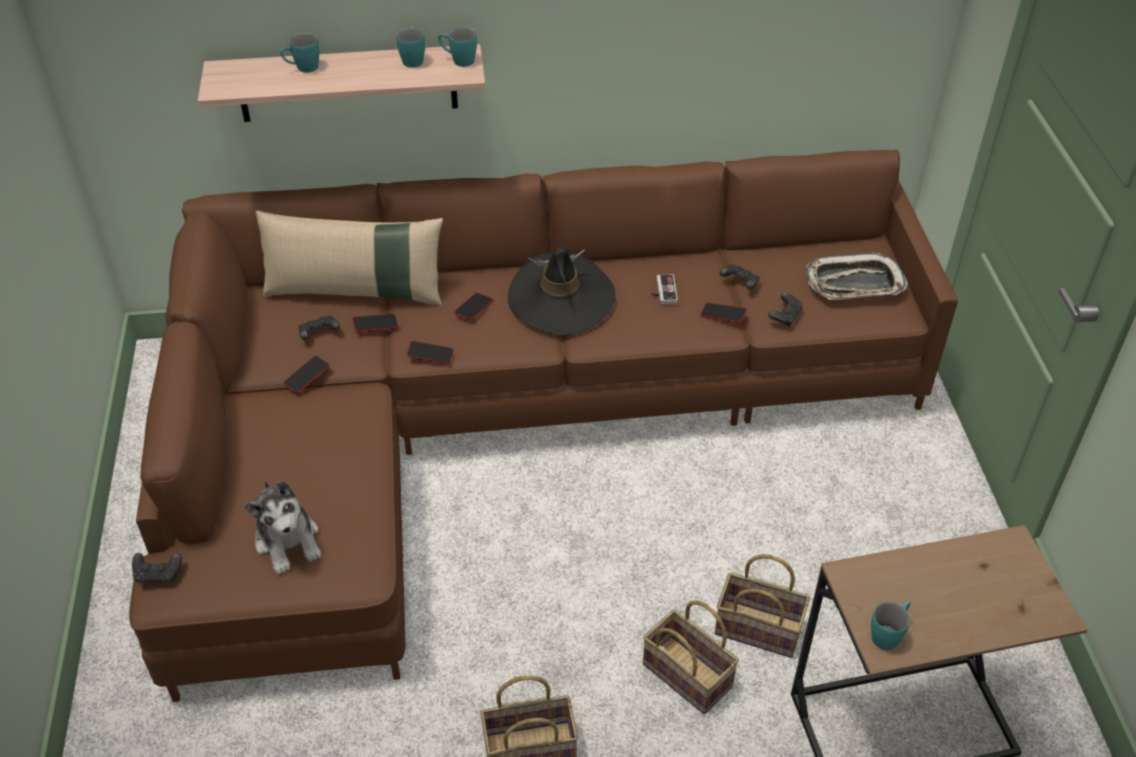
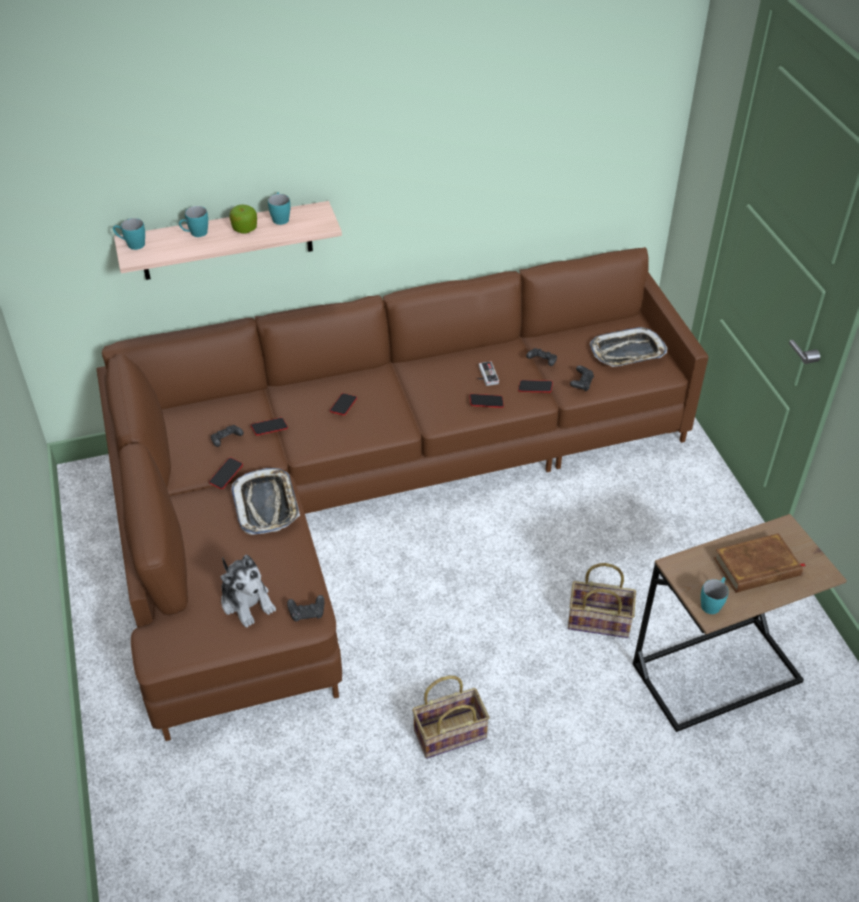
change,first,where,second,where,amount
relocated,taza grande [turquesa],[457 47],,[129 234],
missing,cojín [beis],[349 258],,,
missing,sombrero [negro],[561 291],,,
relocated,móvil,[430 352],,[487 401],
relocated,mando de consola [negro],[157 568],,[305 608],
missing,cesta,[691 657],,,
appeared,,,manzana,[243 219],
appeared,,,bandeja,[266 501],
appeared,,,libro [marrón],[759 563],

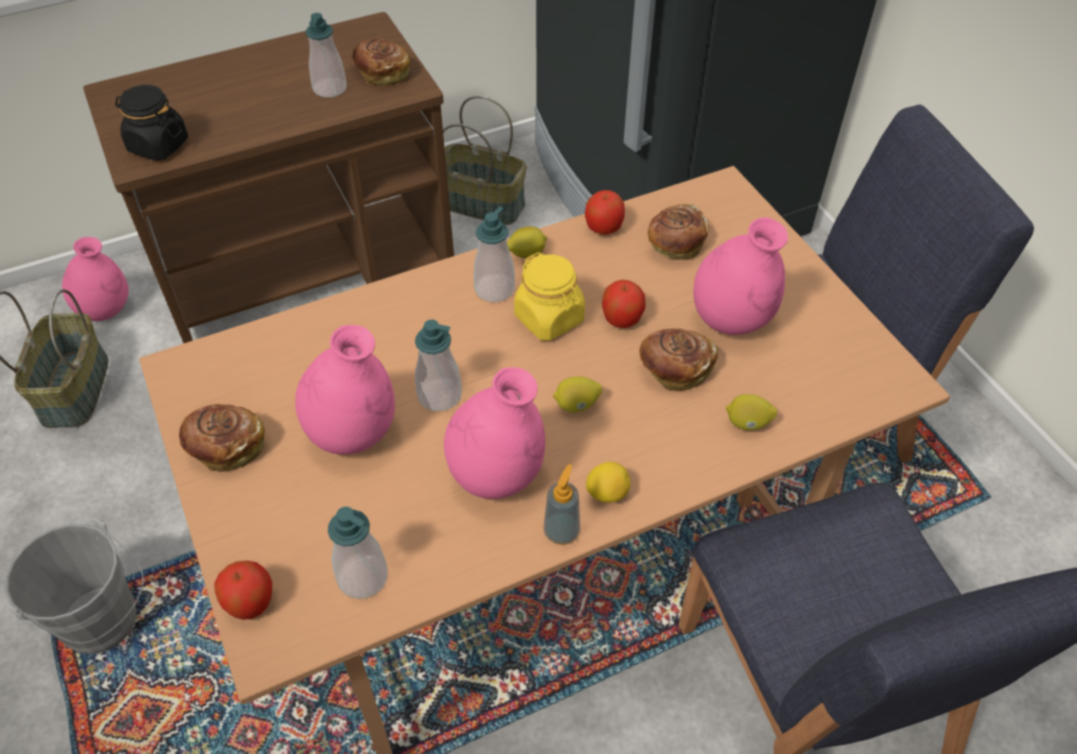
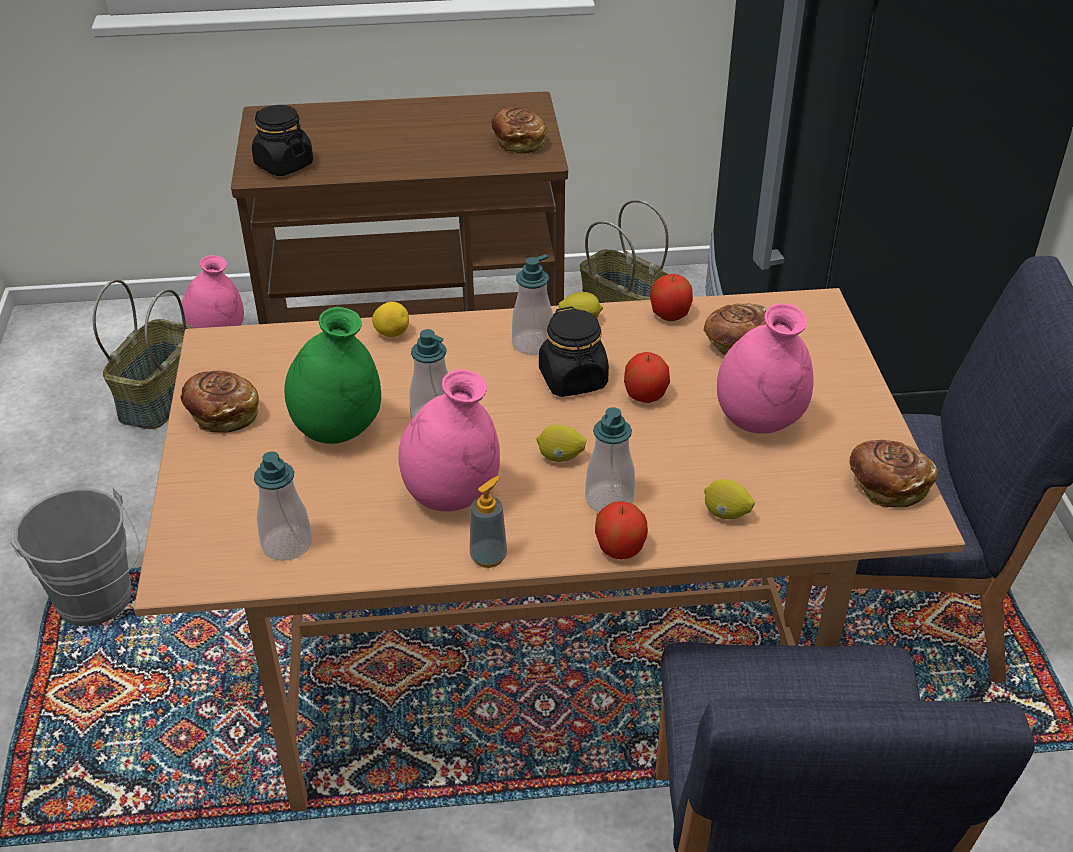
change,first,where,second,where,amount
relocated,dispensador de jabón,[326 55],,[610 459],
colour,tarro [amarillo],[549 296],tarro [negro],[574 351],
colour,florero [rosa],[345 390],florero [verde],[332 375],
relocated,pan,[678 360],,[894 473],
relocated,limón,[608 482],,[390 319],
relocated,manzana,[243 590],,[621 530],

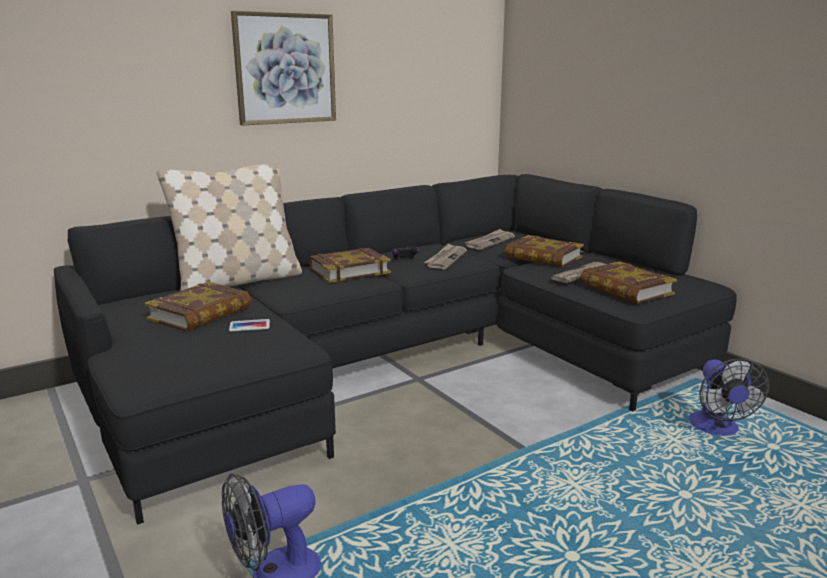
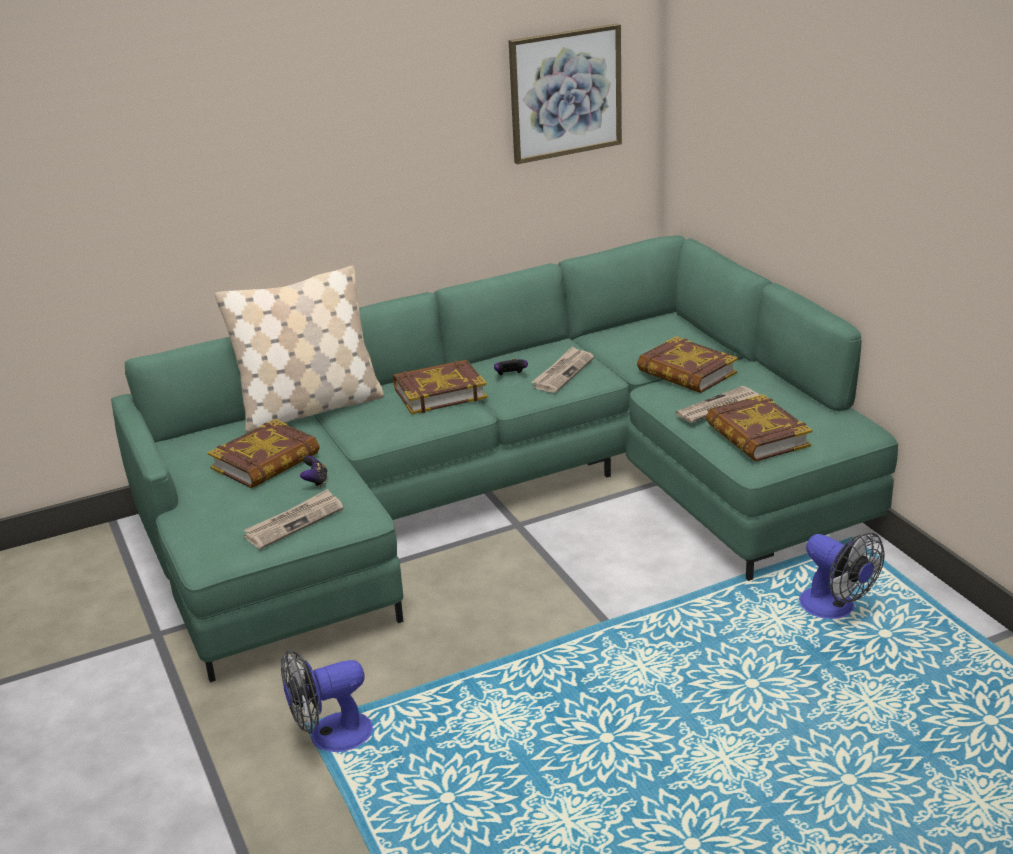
change,first,where,second,where,amount
relocated,cuadro,[283 68],,[565 93],
colour,sofá [negro],[395 349],sofá [verde],[504 458],
relocated,periódico,[490 239],,[293 519],
exchanged,móvil,[249 325],mando de consola,[314 471],
spun,ventilador,[729 397],,[842 576],45 degrees counterclockwise

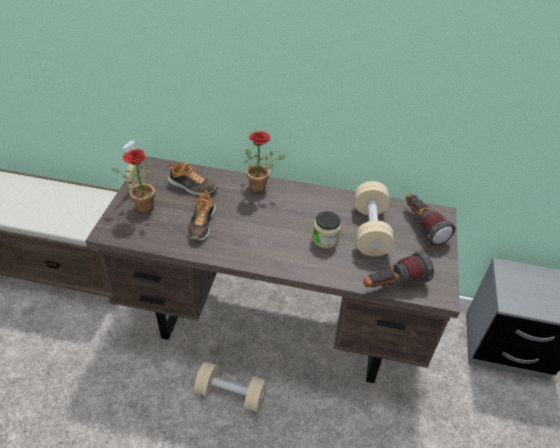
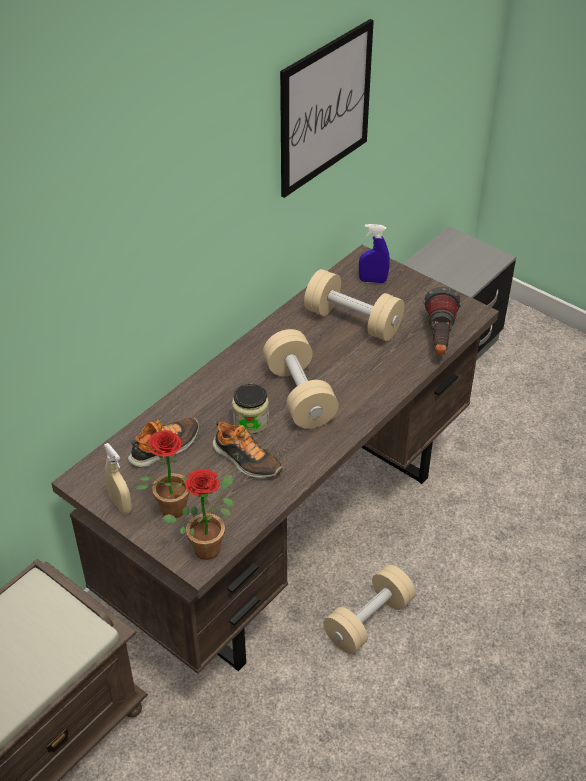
change,first,where,second,where,amount
relocated,planta en maceta,[265 162],,[198 514],
exchanged,linterna,[430 220],pulverizador [azul],[374 253],
relocated,tarro,[326 229],,[250 409],
appeared,,,cuadro,[327 108],
appeared,,,mancuerna [beis],[300 379],

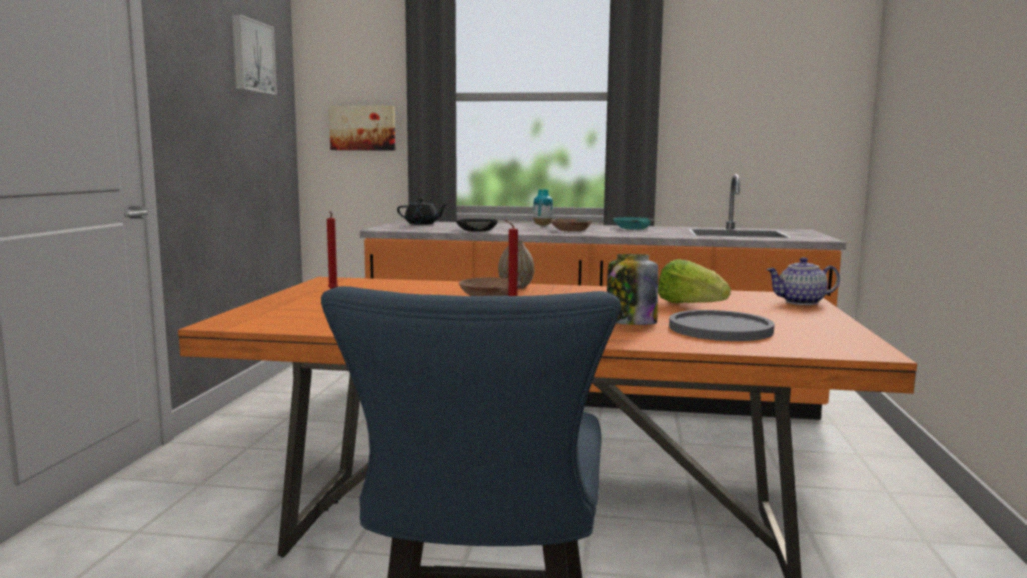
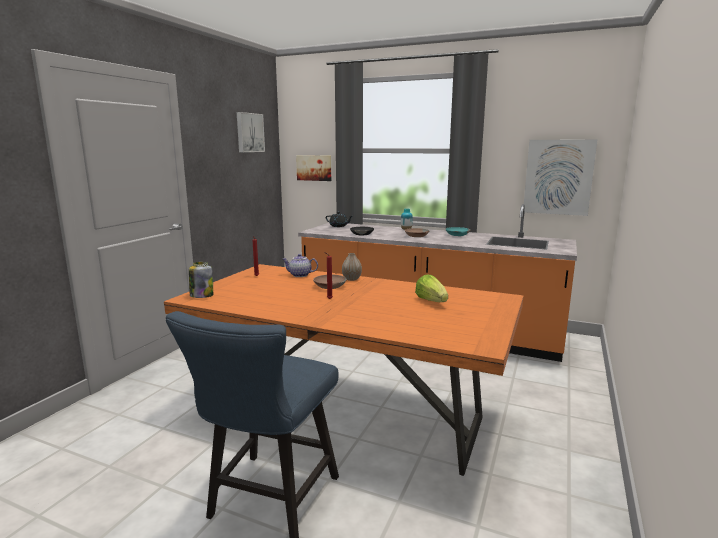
change,first,where,second,where,amount
relocated,tarro,[632 289],,[201 280],
relocated,tetera,[803 281],,[300 265],
missing,plato [gris],[721 325],,,
appeared,,,cuadro,[560 177],

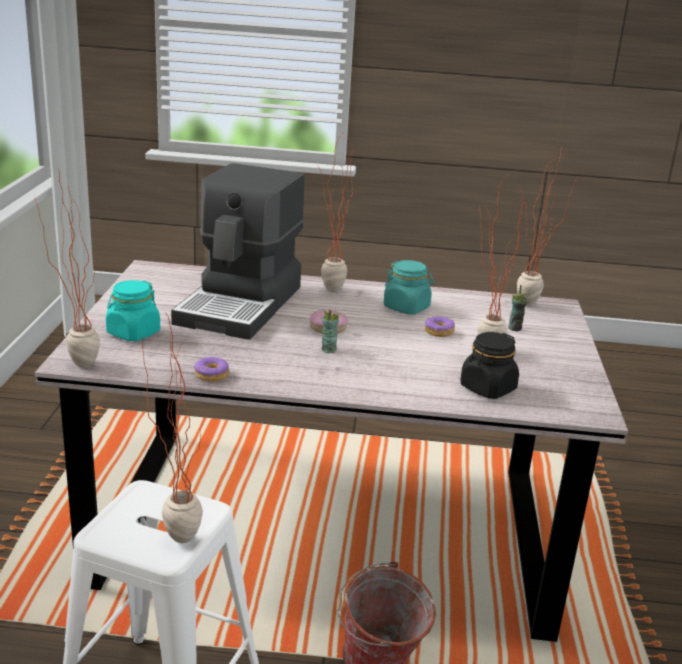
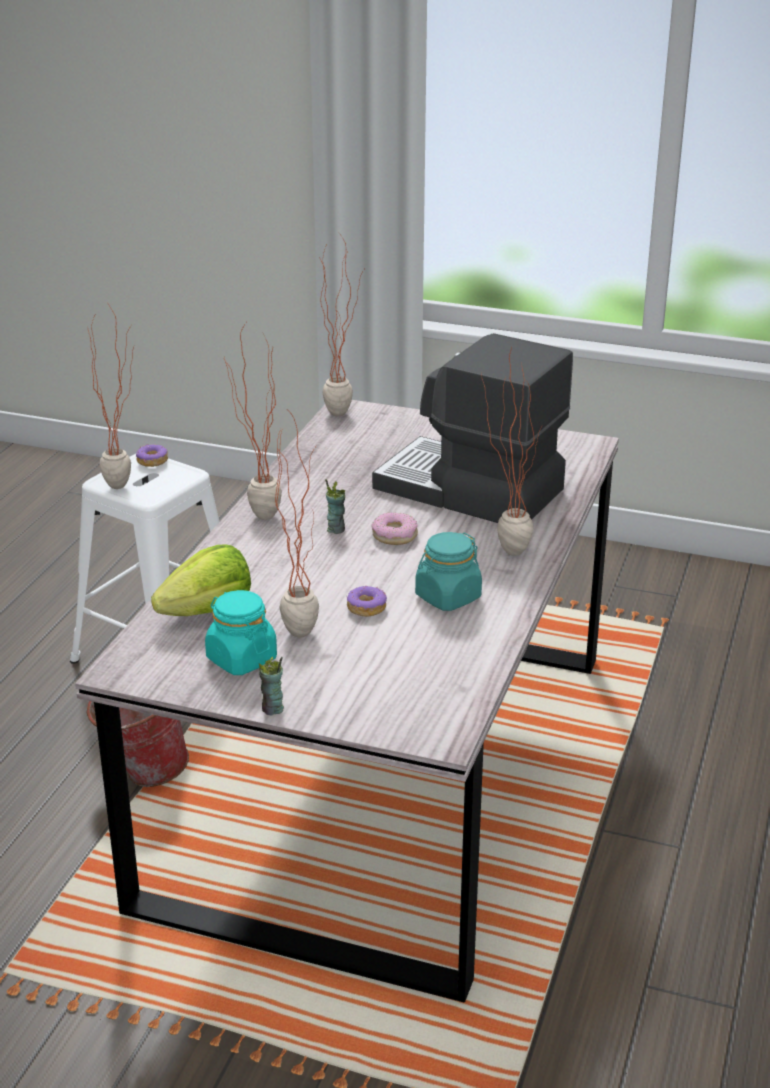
change,first,where,second,where,amount
relocated,planta en maceta,[547 226],,[252 421],
relocated,tarro [turquesa],[133 310],,[241 632],
relocated,taza,[517 308],,[271 686],
exchanged,tarro [negro],[489 365],lechuga,[201 580],
relocated,rosquilla,[212 369],,[152 455],

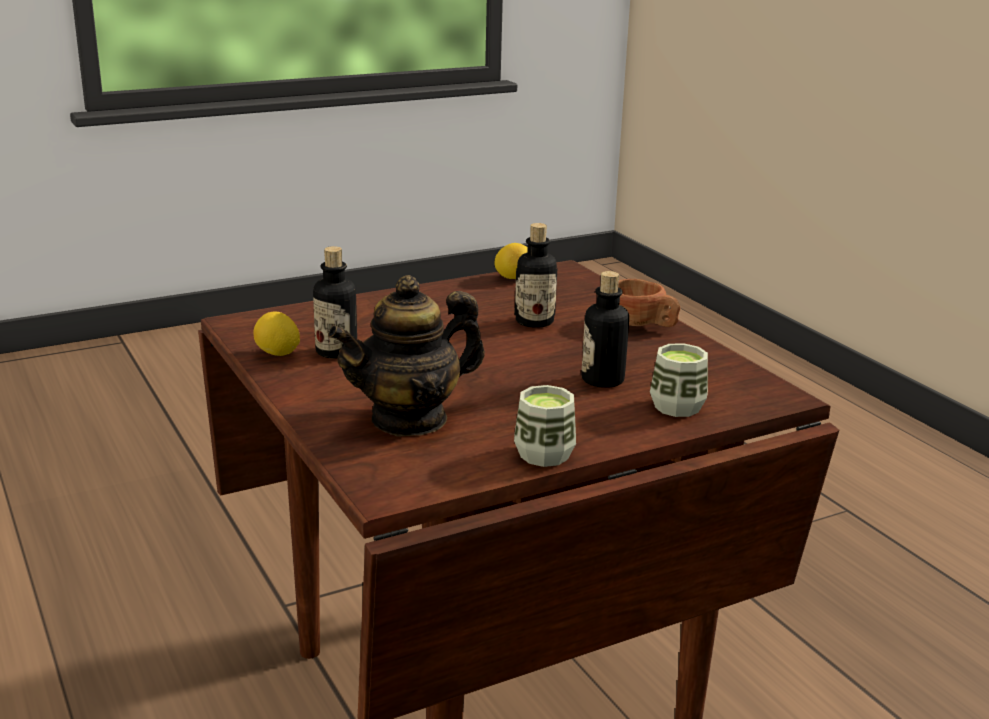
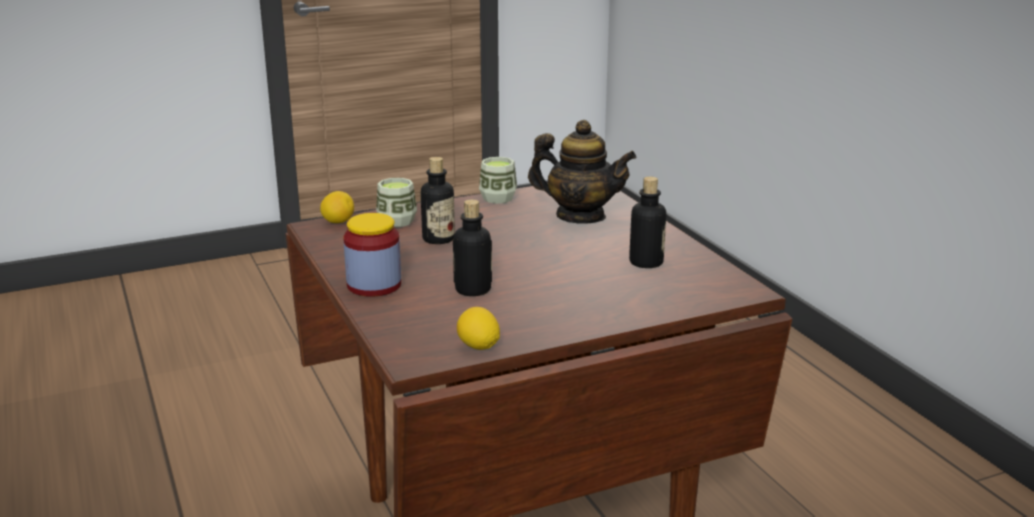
change,first,where,second,where,amount
spun,tetera,[406 355],,[582 172],45 degrees clockwise
exchanged,taza [marrón],[649 303],tarro,[372 255],
relocated,limón,[276 333],,[337 207],

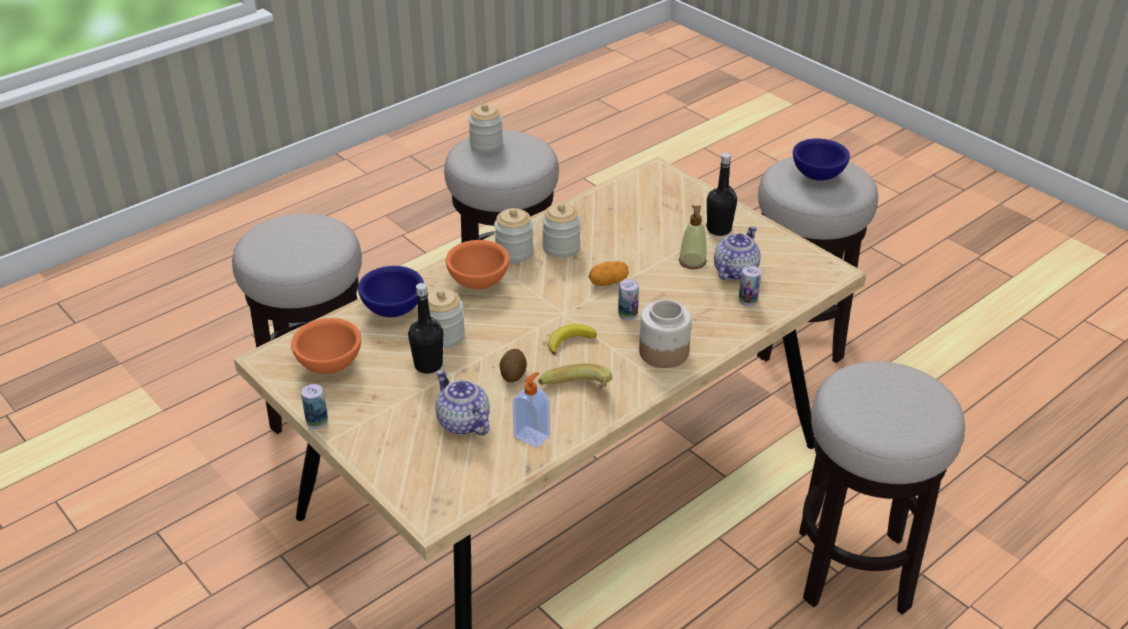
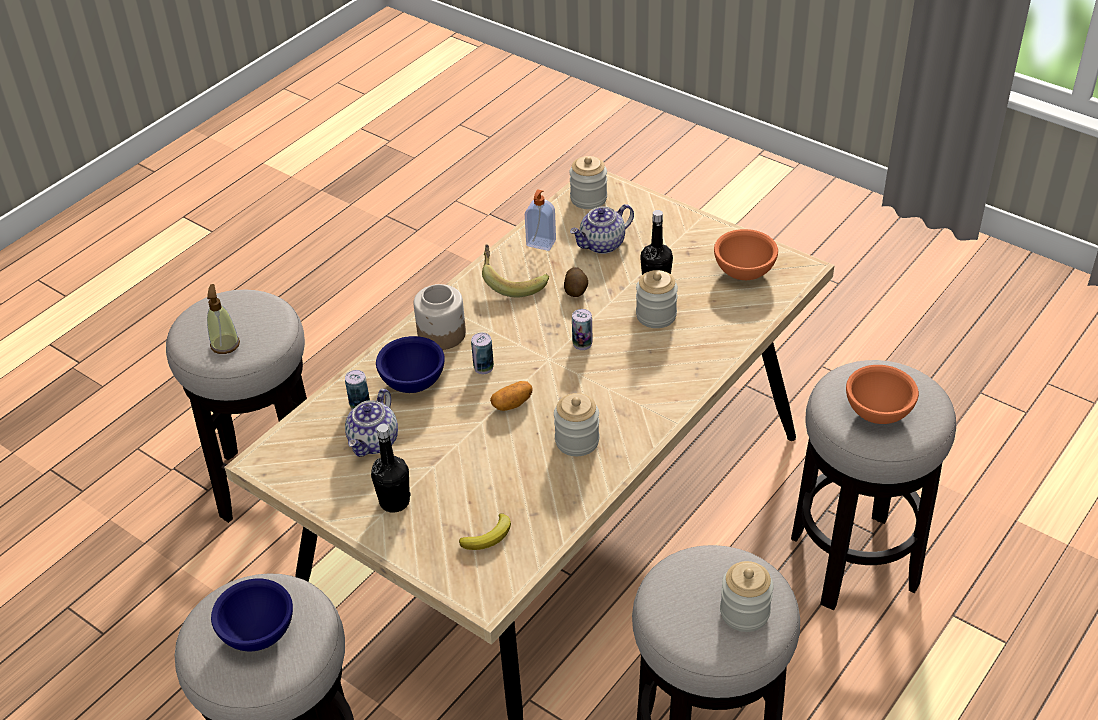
change,first,where,second,where,amount
relocated,dispensador de jabón,[693 237],,[223 319],
relocated,tarro,[514 235],,[588 182],
relocated,cuenco [naranja],[477 264],,[882 394],
relocated,cuenco [azul],[391 291],,[410 364],
relocated,plátano,[572 339],,[485 531],
spun,tetera,[463 402],,[602 229],105 degrees clockwise
relocated,lata,[314 406],,[582 329],

